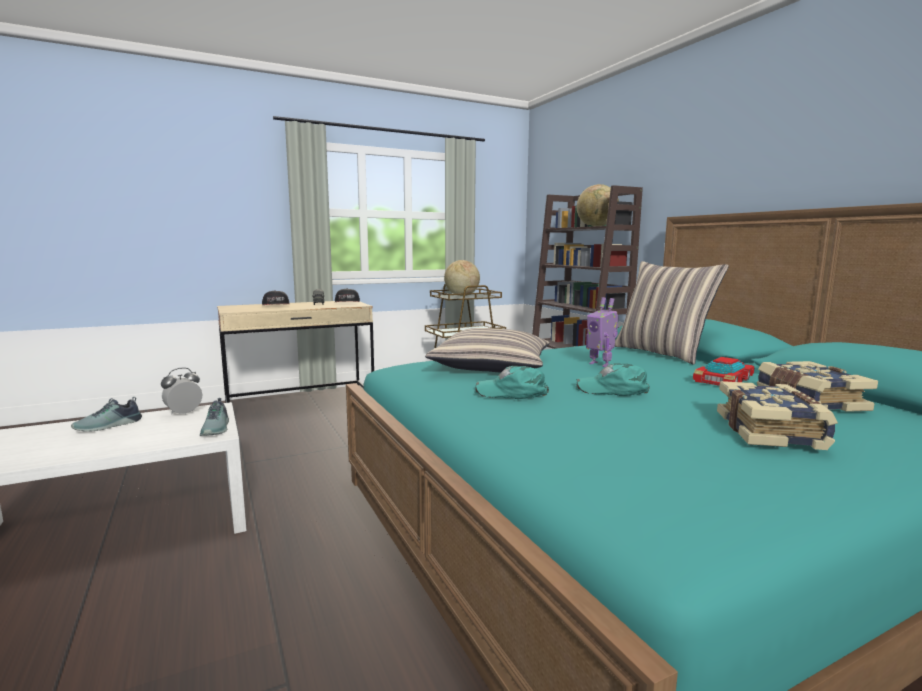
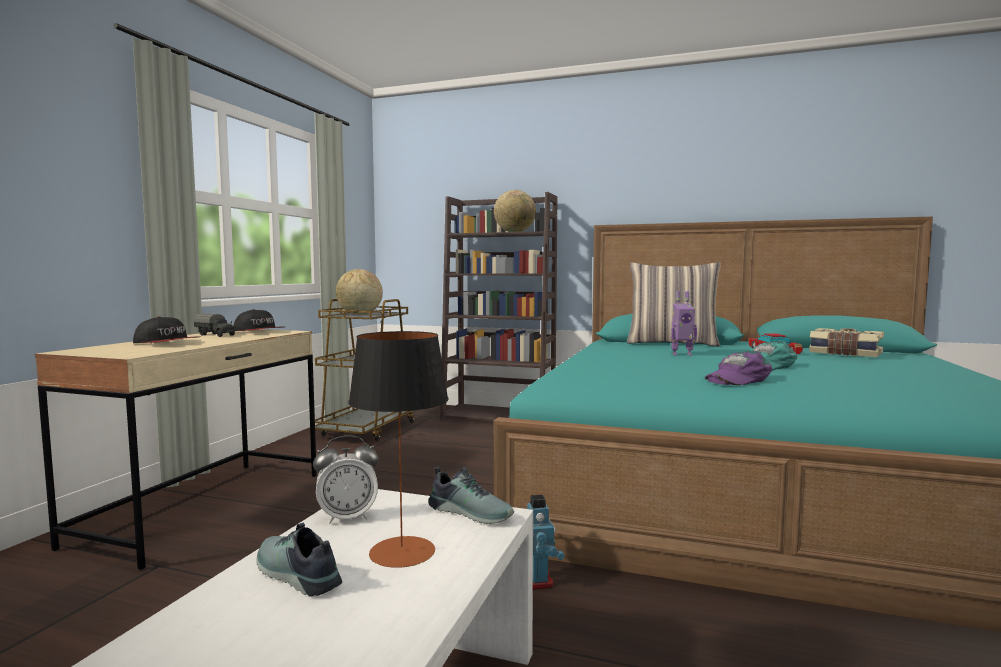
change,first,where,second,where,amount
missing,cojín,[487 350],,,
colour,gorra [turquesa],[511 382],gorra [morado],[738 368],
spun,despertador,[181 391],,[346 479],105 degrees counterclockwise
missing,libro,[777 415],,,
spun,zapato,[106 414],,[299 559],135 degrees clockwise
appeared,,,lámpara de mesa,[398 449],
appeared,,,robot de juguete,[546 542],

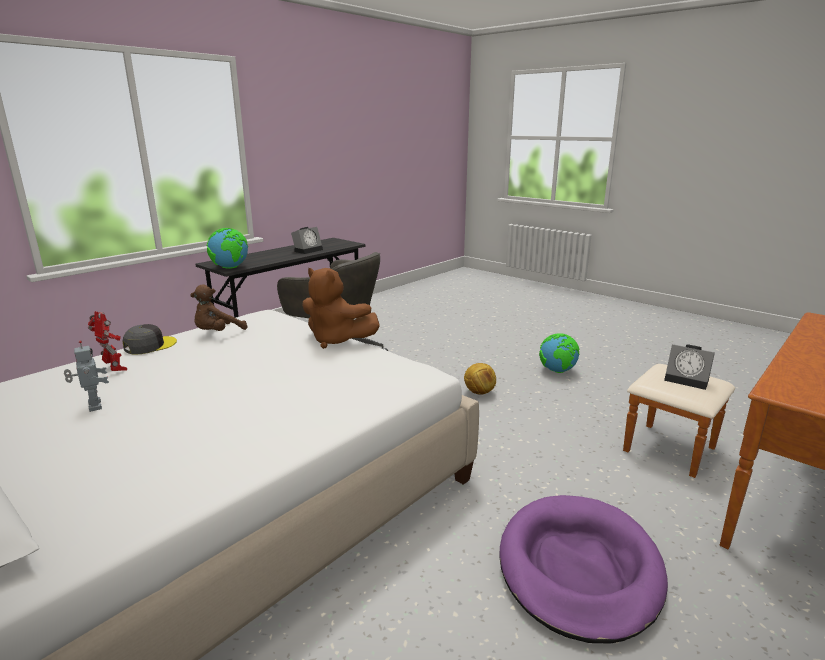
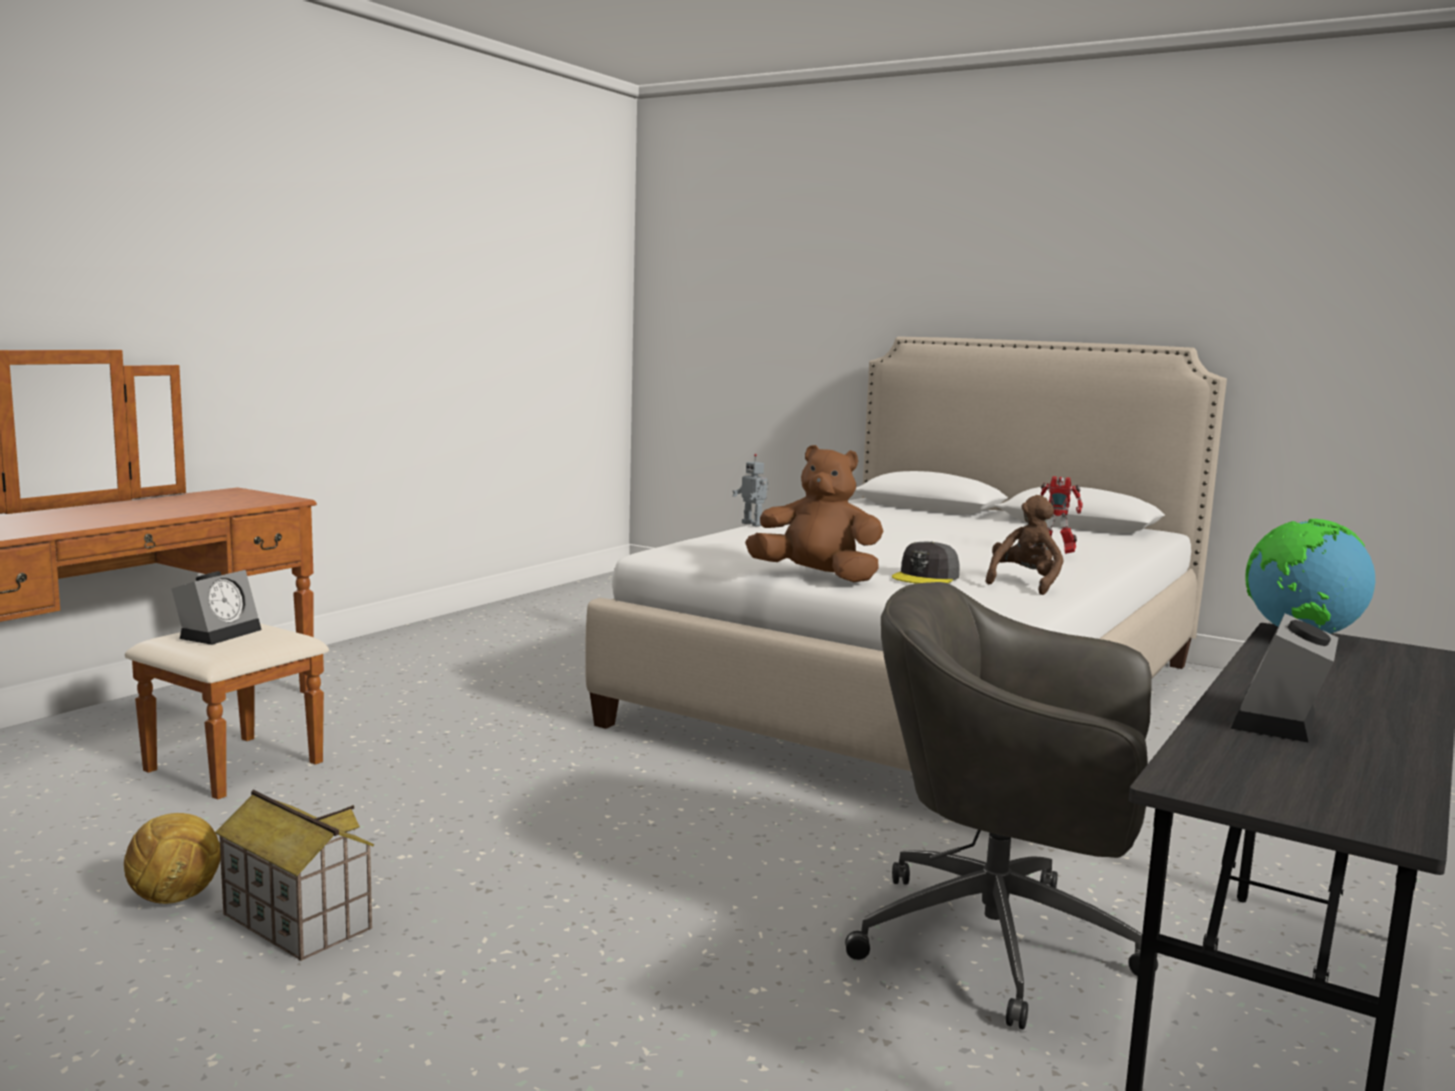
change,first,where,second,where,amount
relocated,gorra [gris],[149 339],,[926 563],
exchanged,globo terráqueo,[559 353],casita,[294 875],
relocated,robot de juguete,[86 376],,[751 490],
spun,despertador,[689 367],,[216 607],90 degrees clockwise
relocated,balón de fútbol,[480 379],,[172 858],
missing,cama para perro [morado],[583 569],,,

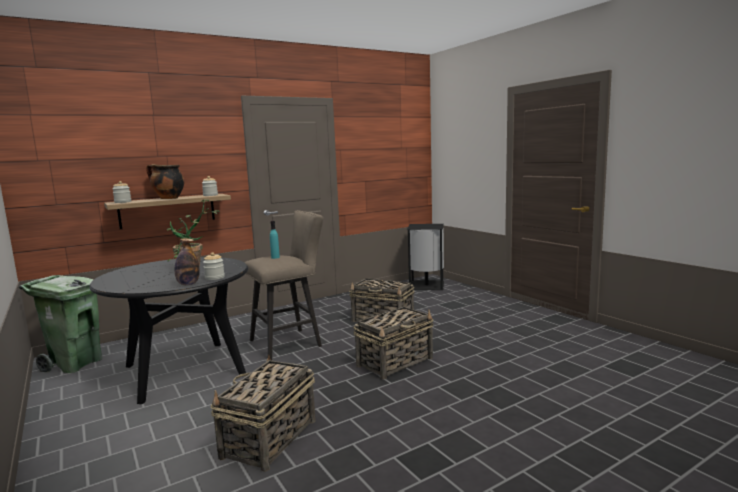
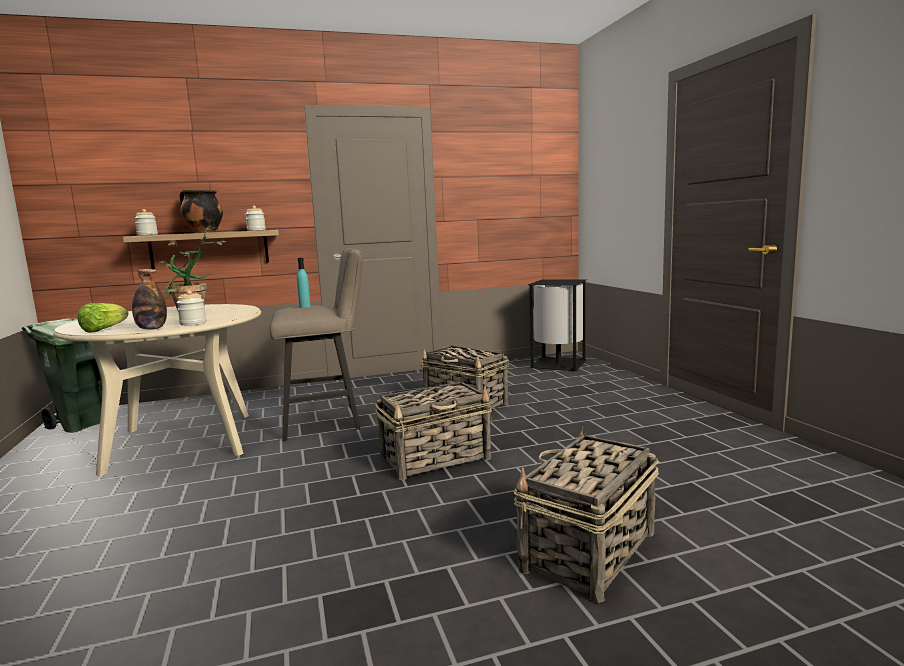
change,first,where,second,where,amount
colour,mesa de comedor [negro],[168 330],mesa de comedor [beis],[157 390],
relocated,cesta,[263 413],,[586 515],
appeared,,,lechuga,[102 318],

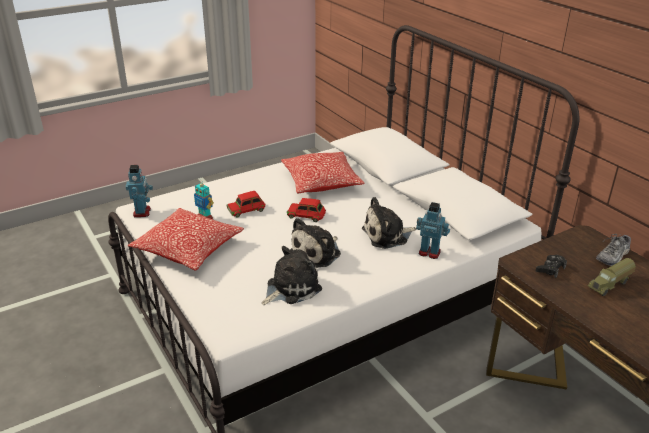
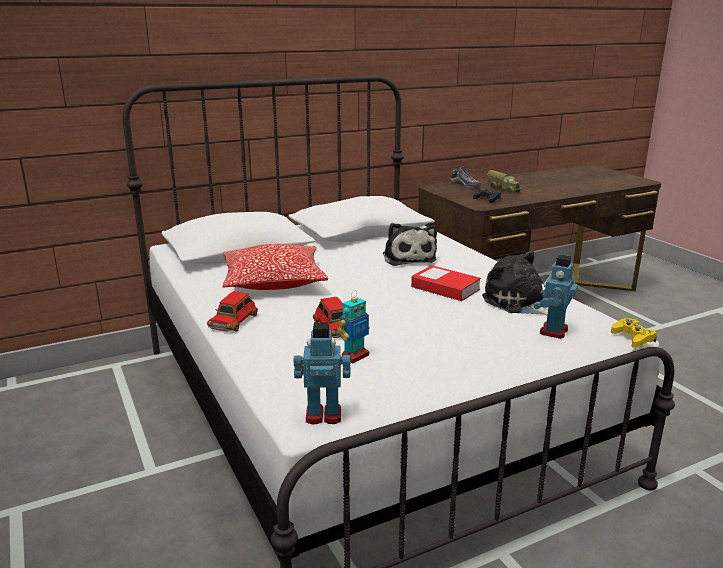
change,first,where,second,where,amount
relocated,coche de juguete [rojo],[306 210],,[232 311],
relocated,robot de juguete,[433 230],,[556 296],
missing,cojín,[186 239],,,
exchanged,peluche,[315 243],libro,[446 283],
appeared,,,mando de consola [amarillo],[634 333],

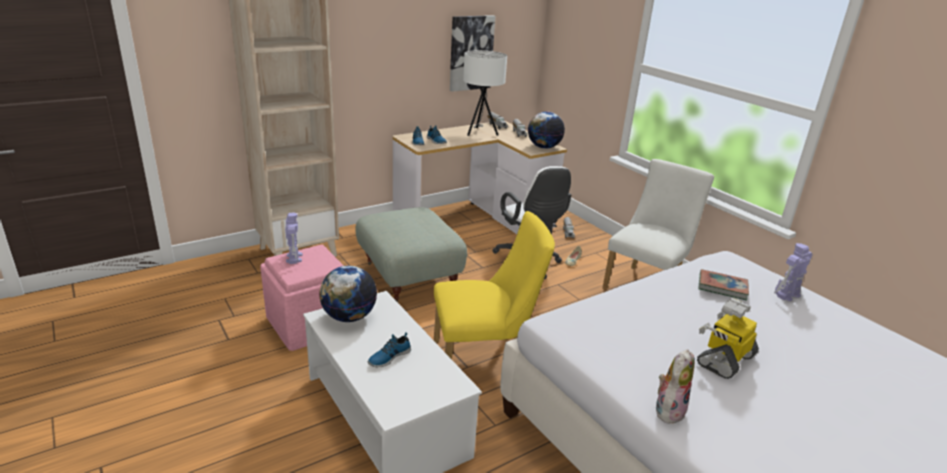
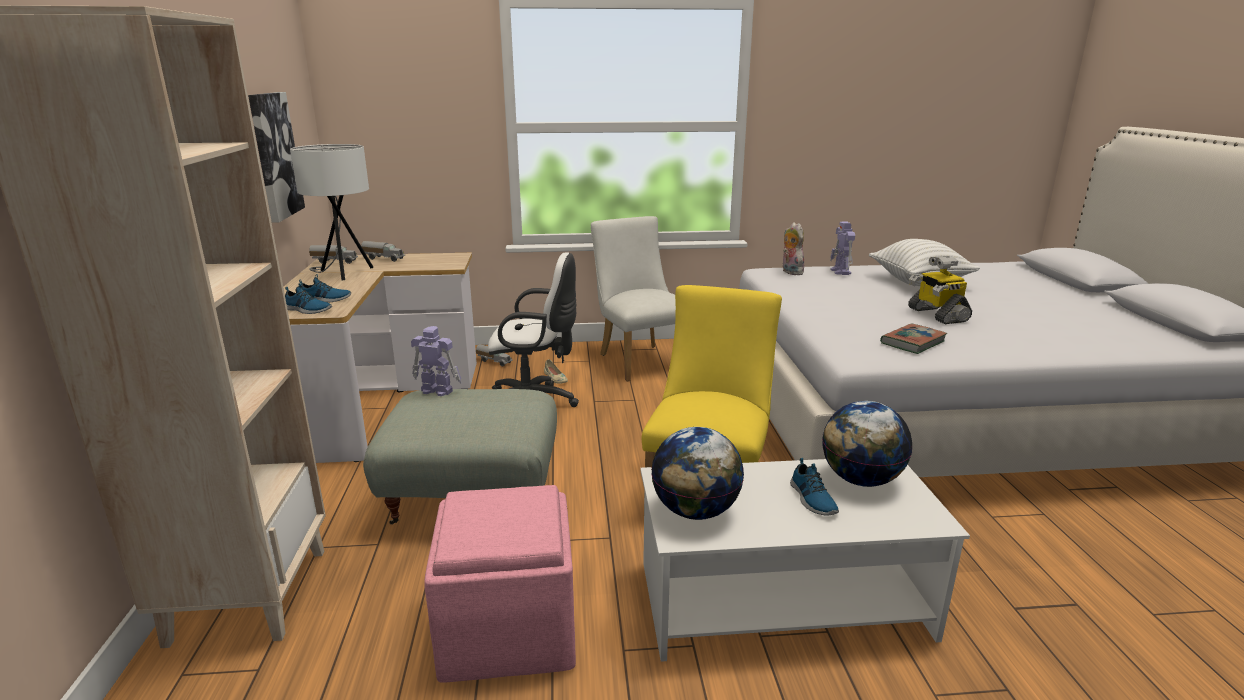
change,first,where,second,where,amount
relocated,globo terráqueo,[546 130],,[867 444],
relocated,robot de juguete,[293 238],,[436 361],
relocated,libro,[723 285],,[913 339],
relocated,peluche,[675 386],,[794 248],
appeared,,,cojín [blanco],[924 262],

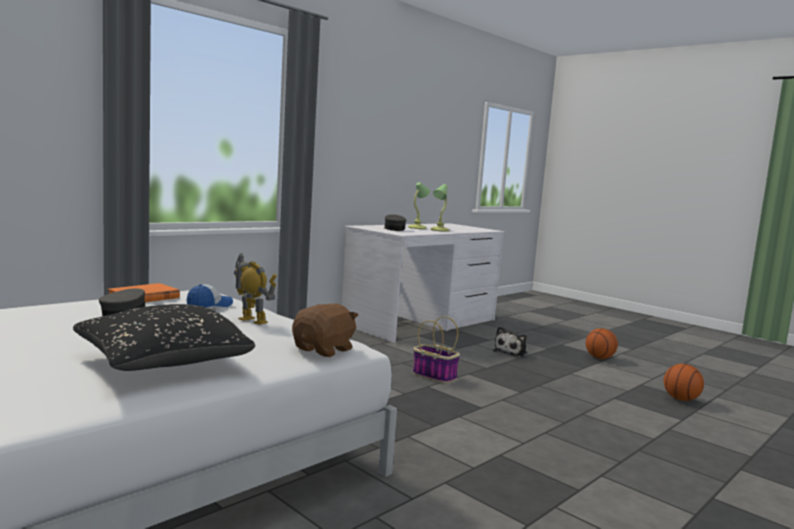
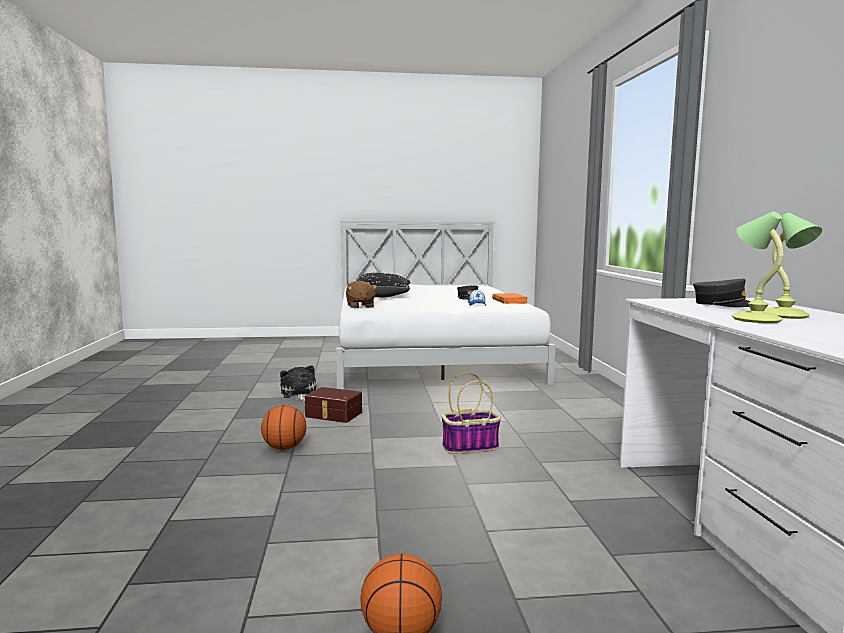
change,first,where,second,where,amount
missing,robot de juguete,[255 289],,,
relocated,peluche,[510 341],,[298 383],
relocated,balón de baloncesto,[684 382],,[283 427],
appeared,,,caja de almacenaje [marrón],[333 405],

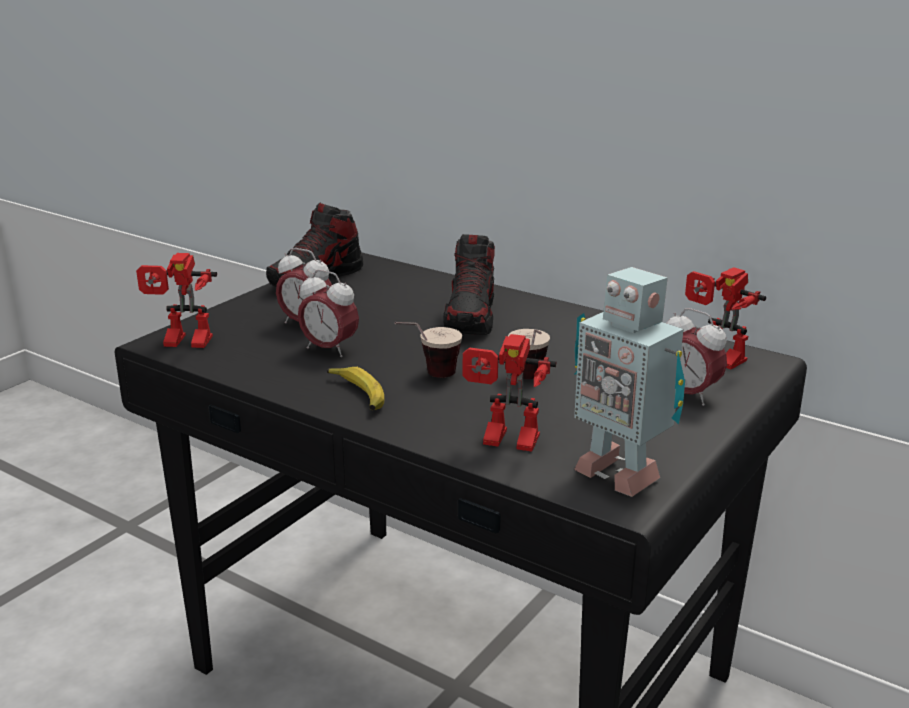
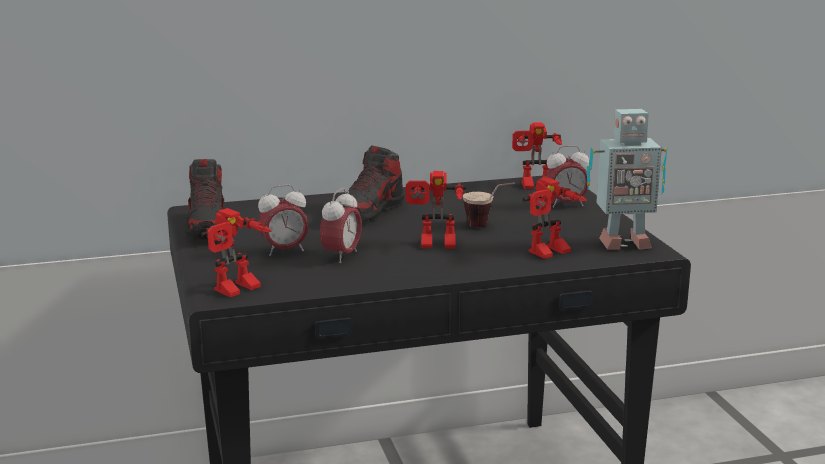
change,first,where,second,where,amount
spun,zapato,[469 284],,[373 184],75 degrees clockwise
spun,despertador,[328 313],,[341 225],45 degrees counterclockwise
exchanged,taza,[428 350],robot de juguete,[436 209],
missing,plátano,[355 388],,,

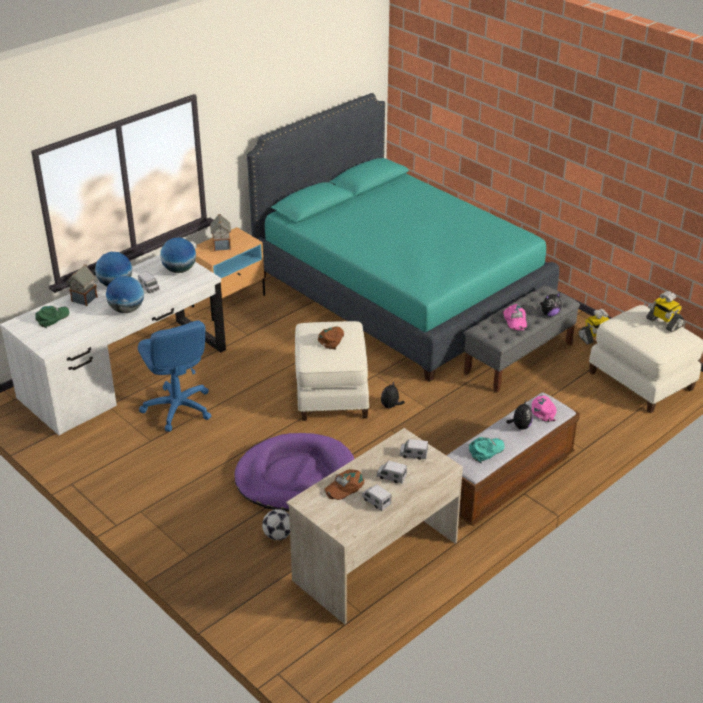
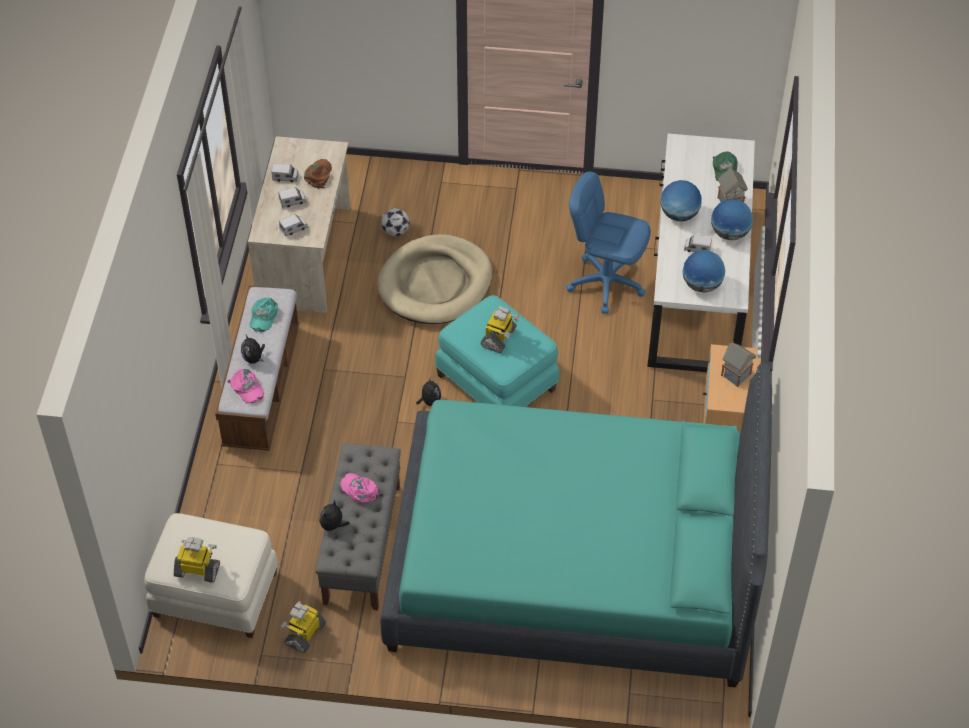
change,first,where,second,where,amount
colour,puf [blanco],[332 371],puf [turquesa],[497 351],
exchanged,gorra [marrón],[331 338],robot de juguete,[500 329],
colour,cama para perro [morado],[294 472],cama para perro [beis],[434 279],

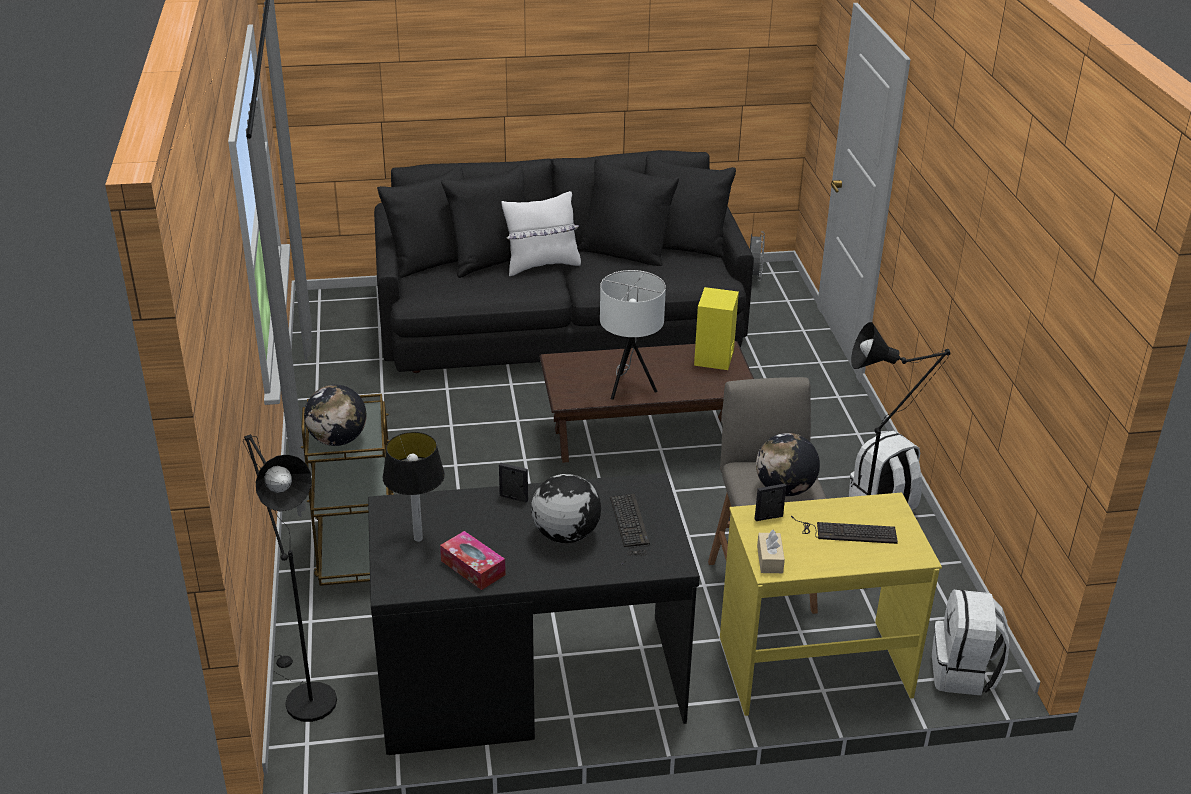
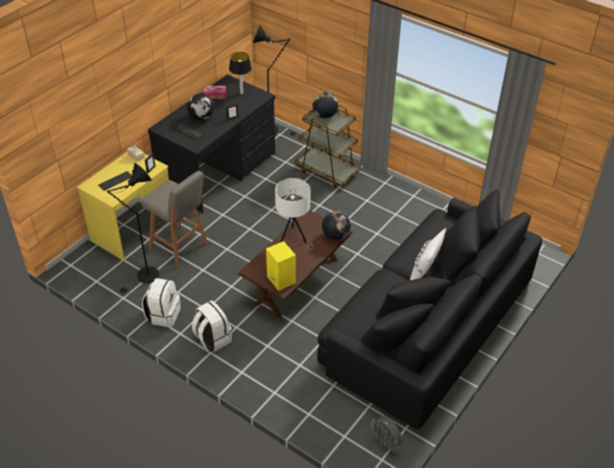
change,first,where,second,where,amount
relocated,globo terráqueo,[788 464],,[336 225],
relocated,mochila [blanco],[970 643],,[212 326],

